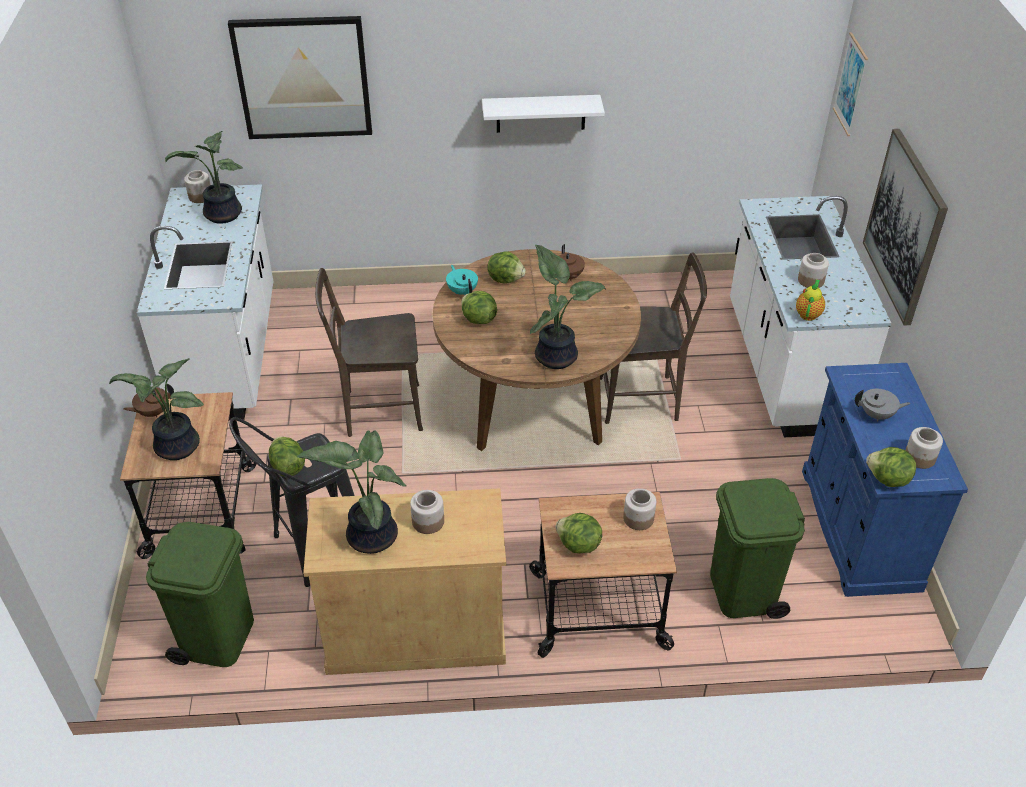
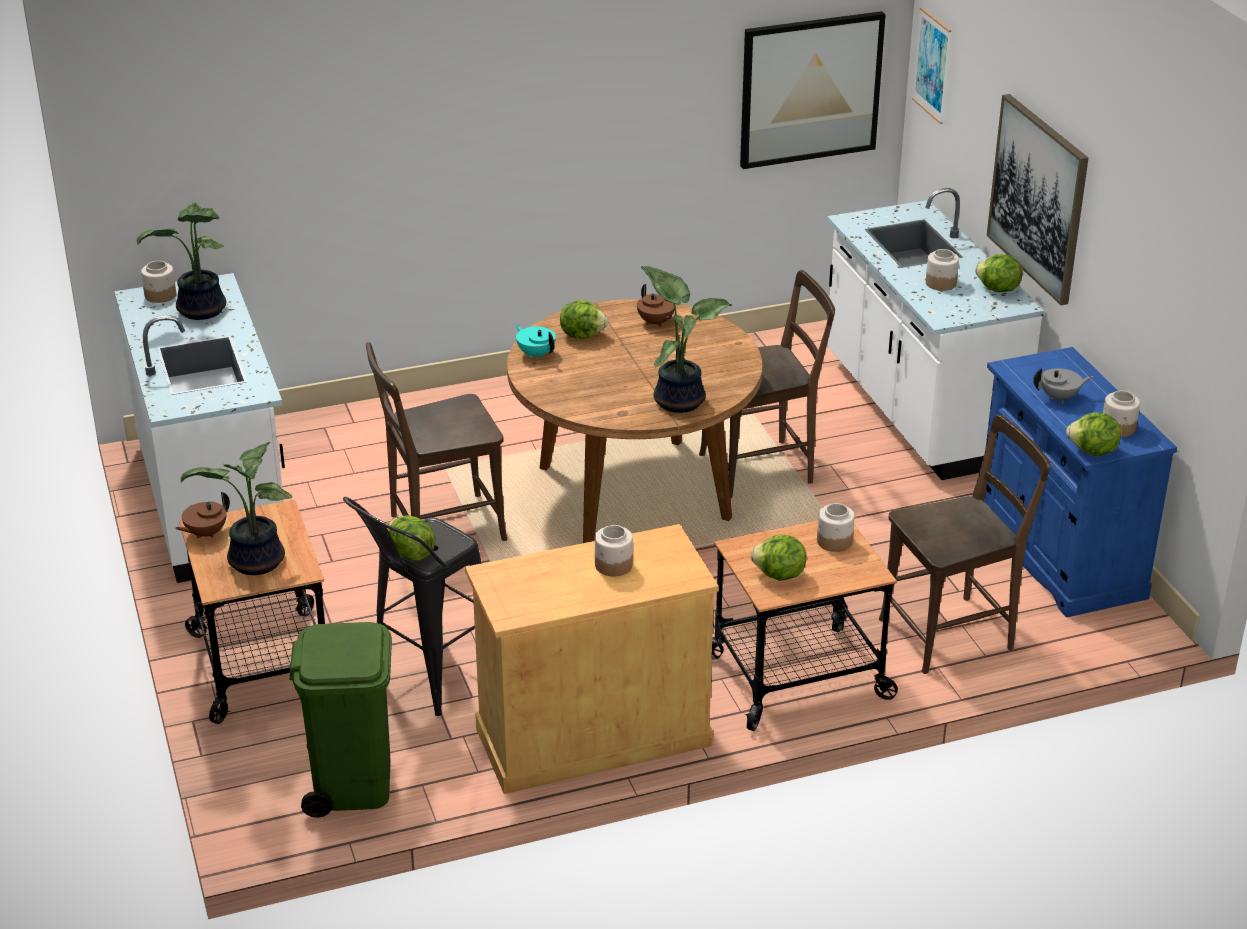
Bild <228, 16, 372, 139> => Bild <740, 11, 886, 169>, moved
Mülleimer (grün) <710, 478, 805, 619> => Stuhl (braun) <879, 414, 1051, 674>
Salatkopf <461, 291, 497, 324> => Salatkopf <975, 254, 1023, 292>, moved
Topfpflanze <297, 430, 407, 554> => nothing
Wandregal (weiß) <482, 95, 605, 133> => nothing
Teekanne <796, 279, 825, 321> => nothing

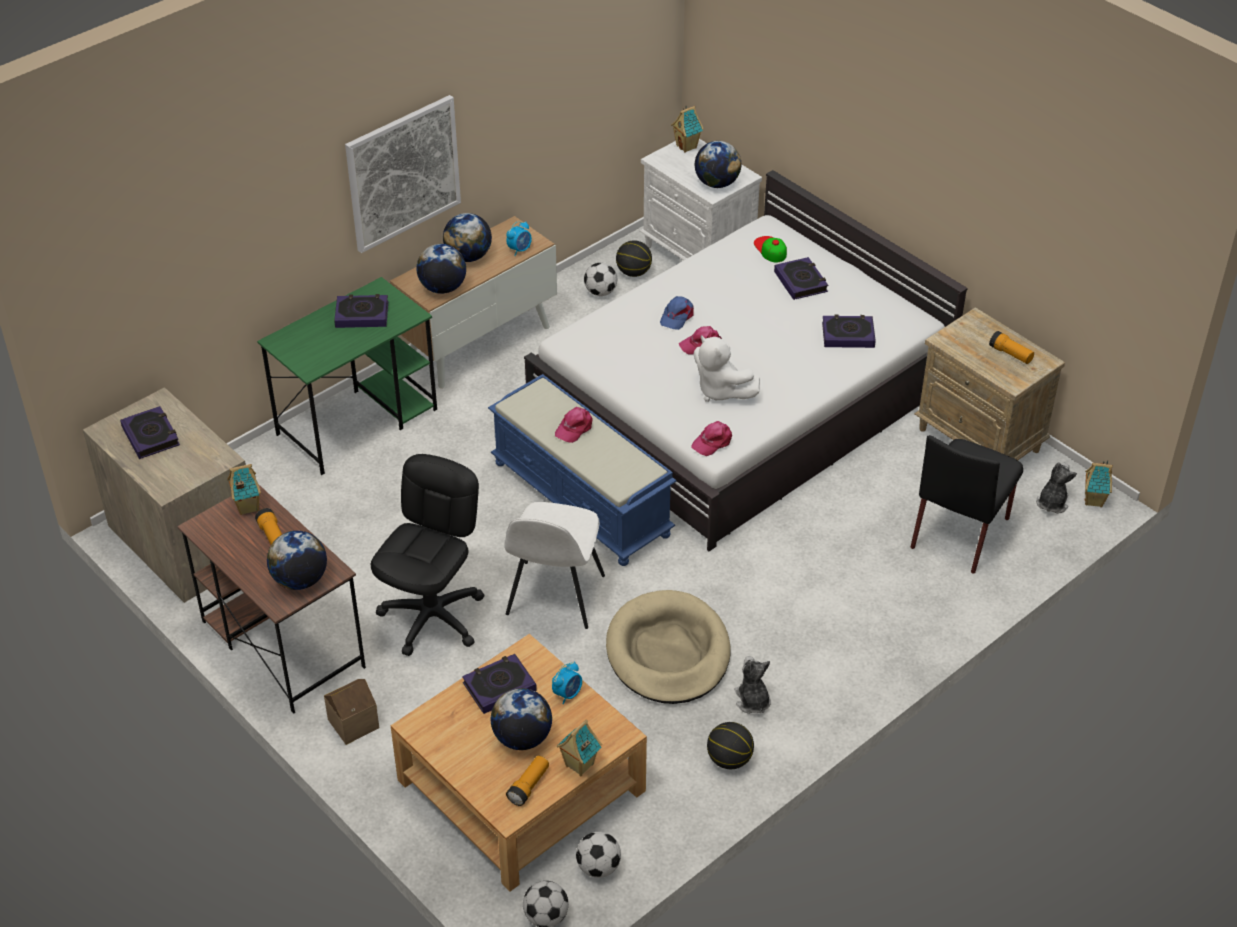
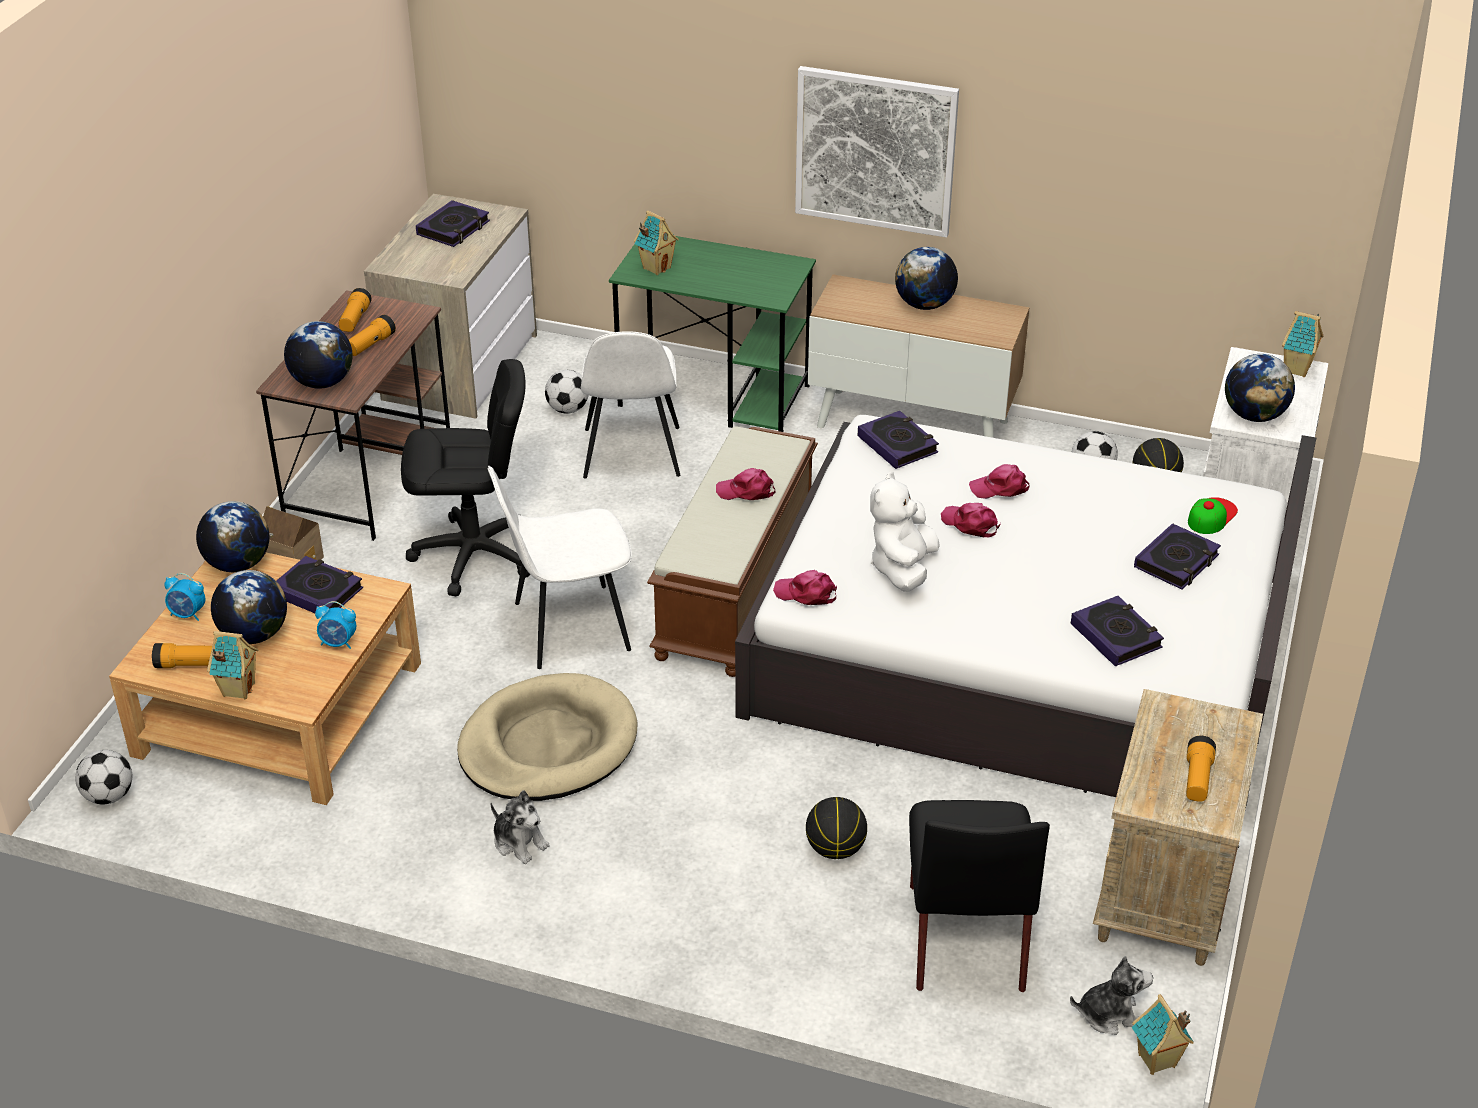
Wecker <506, 222, 532, 256> => Wecker <165, 573, 205, 621>, moved
Globus <416, 244, 466, 294> => Globus <196, 501, 269, 572>, moved
nothing => Taschenlampe <339, 288, 372, 332>
Plüschtier <734, 656, 771, 714> => Plüschtier <490, 790, 550, 864>, 90 degrees clockwise
Fußball <576, 832, 621, 878> => Fußball <545, 370, 589, 414>, moved
nothing => Stuhl (weiß) <581, 331, 680, 479>
Spielzeughaus <227, 464, 261, 515> => Spielzeughaus <634, 211, 679, 275>, moved
Bank (blau) <488, 374, 676, 566> => Bank (braun) <647, 426, 818, 677>
Basketball <707, 722, 754, 769> => Basketball <806, 797, 867, 859>, moved
Buch <334, 294, 388, 328> => Buch <858, 411, 939, 469>, moved
Stuhl (schwarz) <911, 435, 1023, 574> => Stuhl (schwarz) <909, 800, 1050, 992>, 90 degrees counterclockwise
Kappe (blau) <660, 296, 694, 330> => Kappe (rosa) <969, 464, 1030, 499>

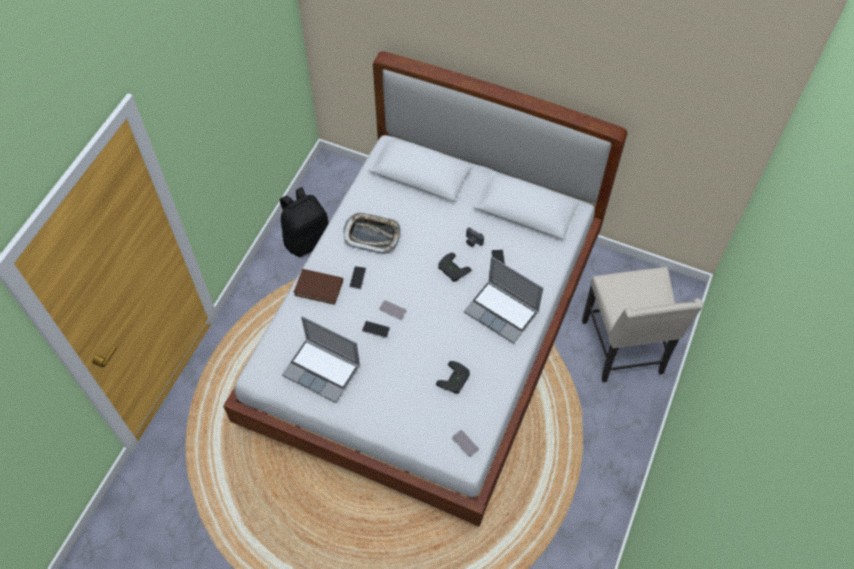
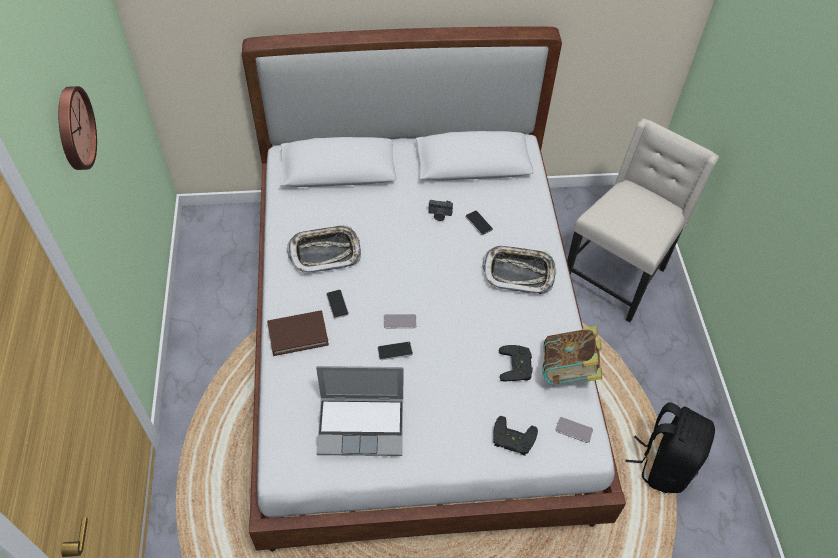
nothing => Wanduhr <58, 86, 97, 170>
Laptop <464, 257, 543, 344> => Tablett <482, 246, 556, 294>
Gamepad (schwarz) <438, 253, 472, 282> => Gamepad (schwarz) <493, 416, 538, 456>, moved
nothing => Buch <542, 326, 602, 386>
Stuhl (beige) <582, 267, 703, 382> => Stuhl (beige) <567, 119, 719, 322>, 105 degrees counterclockwise
Rucksack (schwarz) <280, 187, 329, 257> => Rucksack (schwarz) <625, 402, 715, 493>, moved

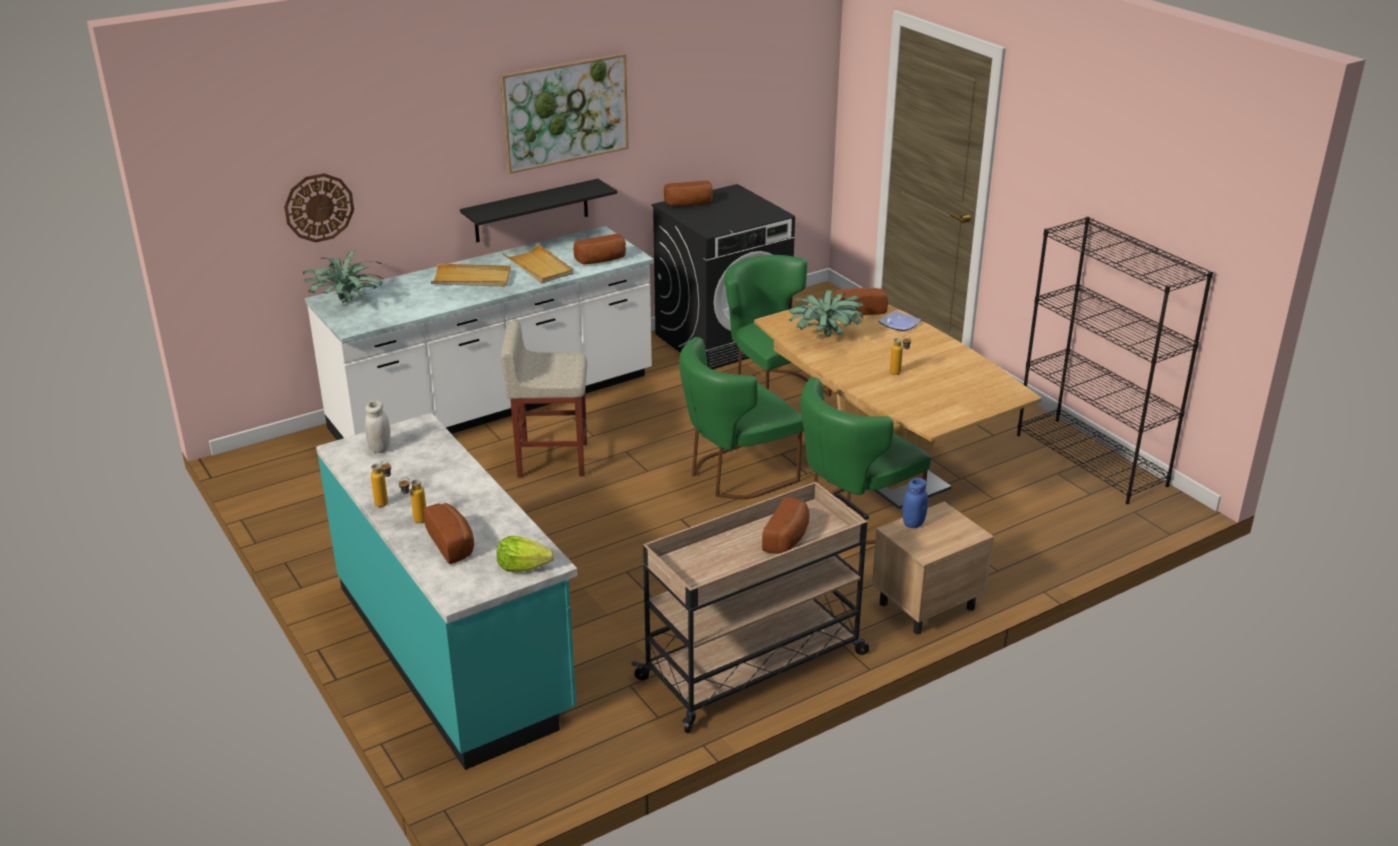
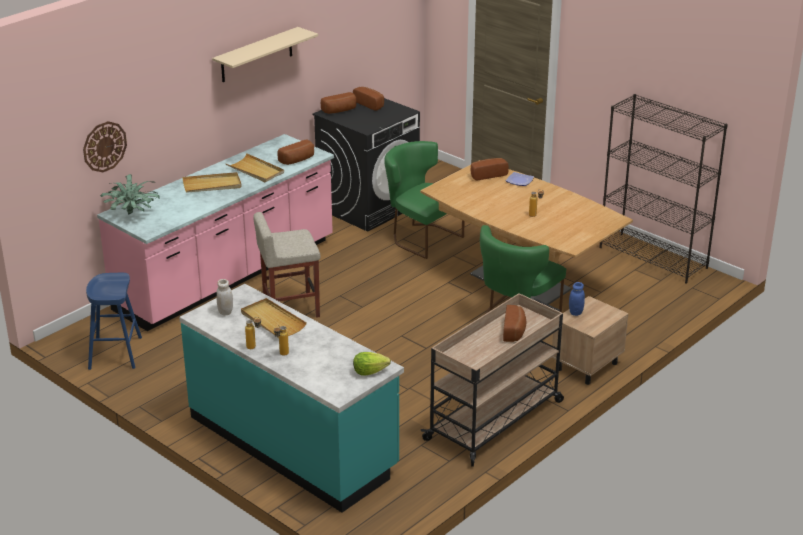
nothing => Hocker (blau) <86, 273, 142, 370>
Küchenzeile (weiß) <305, 226, 654, 440> => Küchenzeile (rosa) <97, 134, 334, 331>
Bild <500, 53, 629, 174> => Wandregal (beige) <212, 27, 318, 82>
nothing => Tablett (beige) <241, 298, 307, 338>
Brot <423, 503, 474, 564> => Brot <353, 87, 384, 111>, moved
Wandregal (schwarz) <460, 179, 617, 242> => nothing
Stuhl (grün) <679, 337, 804, 499> => nothing
Topfpflanze <788, 290, 865, 336> => nothing

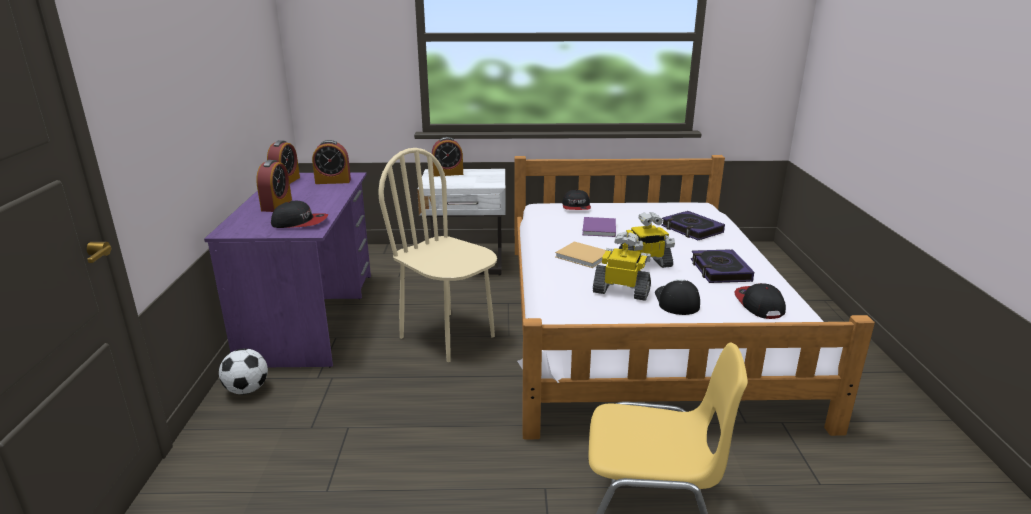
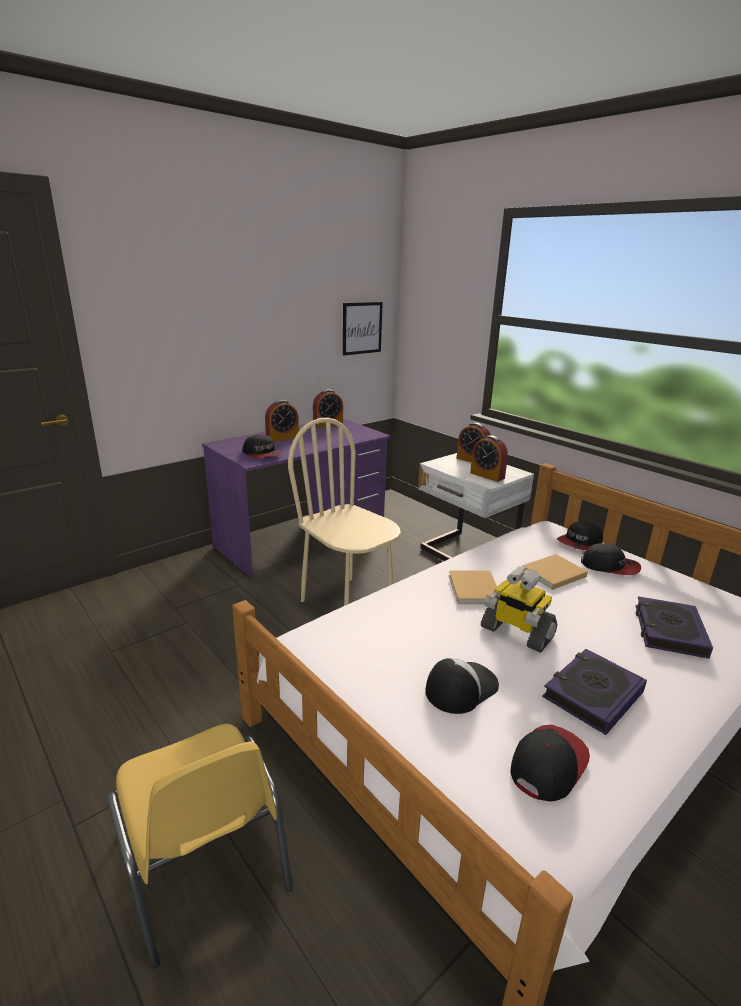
Stuhl (beige) <378, 148, 497, 362> => Stuhl (beige) <288, 418, 401, 606>, 45 degrees counterclockwise
nothing => Bild <343, 302, 383, 355>
Wecker <312, 140, 351, 184> => Wecker <470, 435, 508, 482>, moved
Buch (lila) <582, 217, 616, 237> => Buch (beige) <522, 554, 588, 590>
nothing => Kappe <581, 543, 641, 575>
Fußball <219, 348, 268, 394> => nothing
Spielzeugroboter <593, 232, 651, 301> => nothing

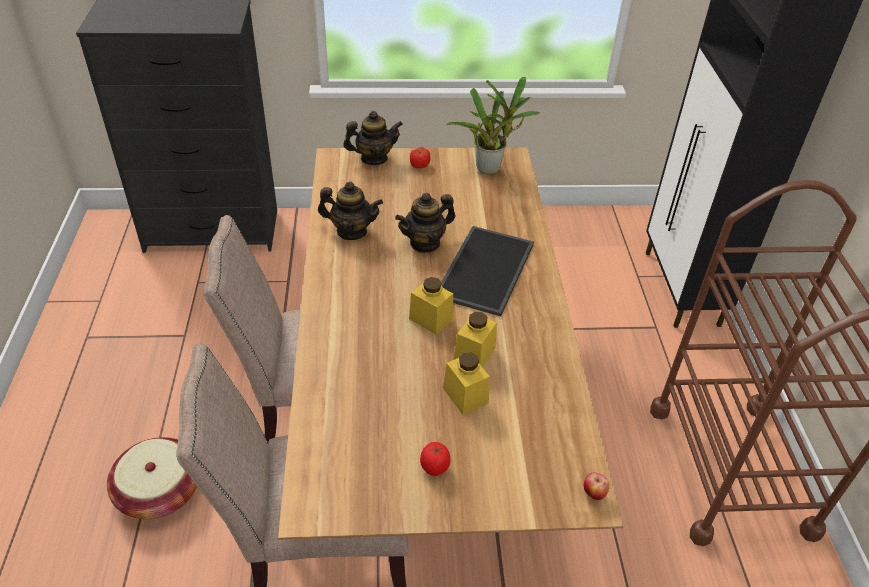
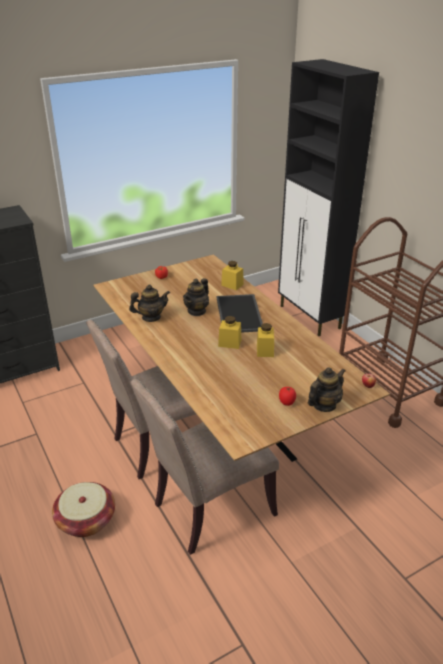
Vorratsglas (gelb) <443, 353, 490, 415> => Vorratsglas (gelb) <221, 261, 244, 290>, moved
Teekanne <343, 111, 403, 165> => Teekanne <308, 367, 345, 412>, moved
Topfpflanze <447, 77, 540, 175> => nothing

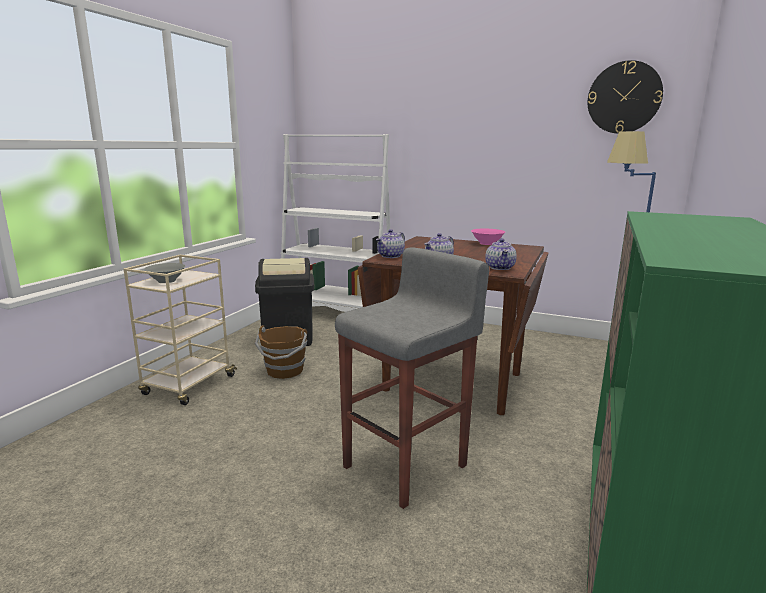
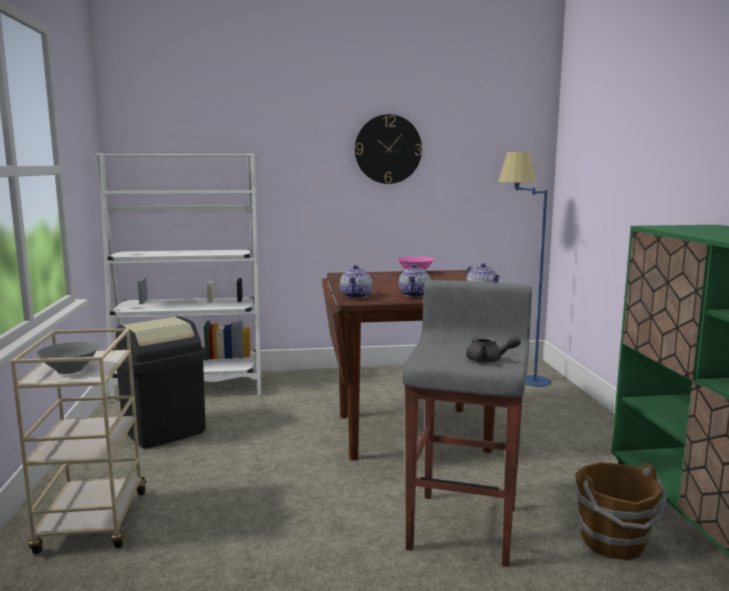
Wanduhr <588, 60, 663, 134> => Wanduhr <355, 114, 422, 184>, moved
nothing => Teekanne (grau) <466, 336, 521, 363>
Eimer (braun) <255, 325, 307, 379> => Eimer (braun) <575, 462, 667, 560>, moved

